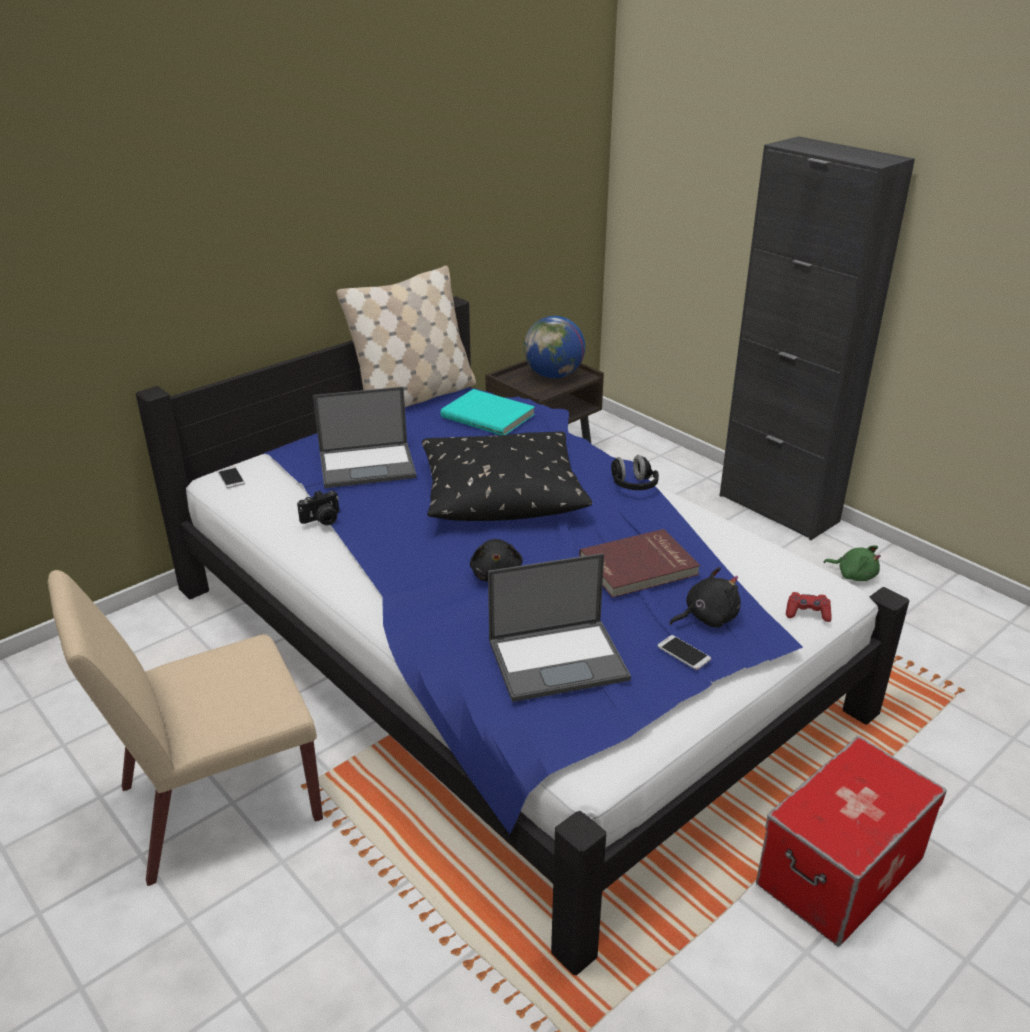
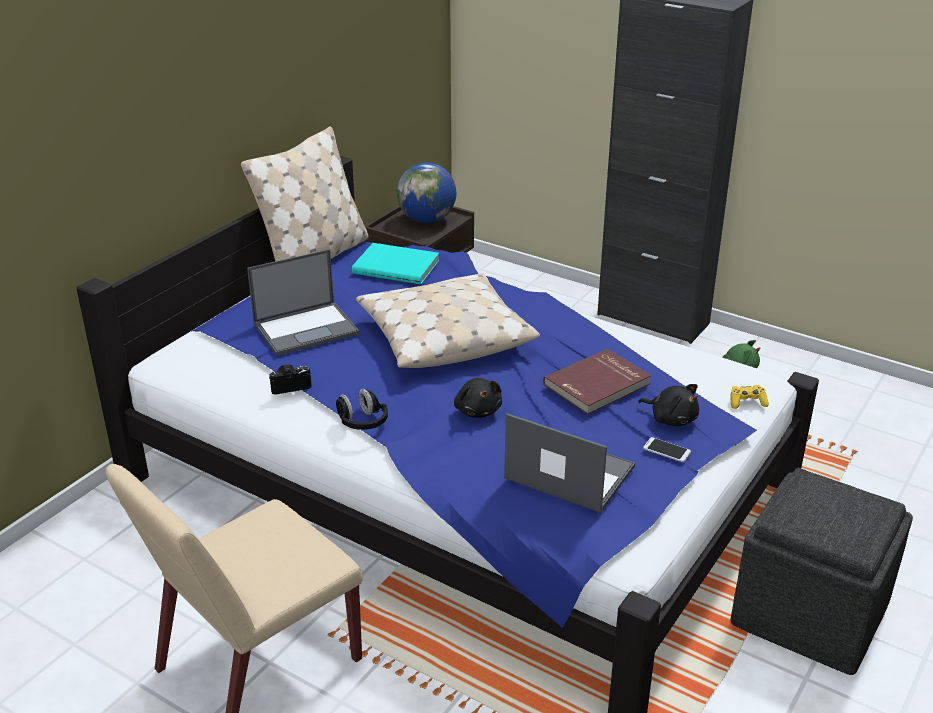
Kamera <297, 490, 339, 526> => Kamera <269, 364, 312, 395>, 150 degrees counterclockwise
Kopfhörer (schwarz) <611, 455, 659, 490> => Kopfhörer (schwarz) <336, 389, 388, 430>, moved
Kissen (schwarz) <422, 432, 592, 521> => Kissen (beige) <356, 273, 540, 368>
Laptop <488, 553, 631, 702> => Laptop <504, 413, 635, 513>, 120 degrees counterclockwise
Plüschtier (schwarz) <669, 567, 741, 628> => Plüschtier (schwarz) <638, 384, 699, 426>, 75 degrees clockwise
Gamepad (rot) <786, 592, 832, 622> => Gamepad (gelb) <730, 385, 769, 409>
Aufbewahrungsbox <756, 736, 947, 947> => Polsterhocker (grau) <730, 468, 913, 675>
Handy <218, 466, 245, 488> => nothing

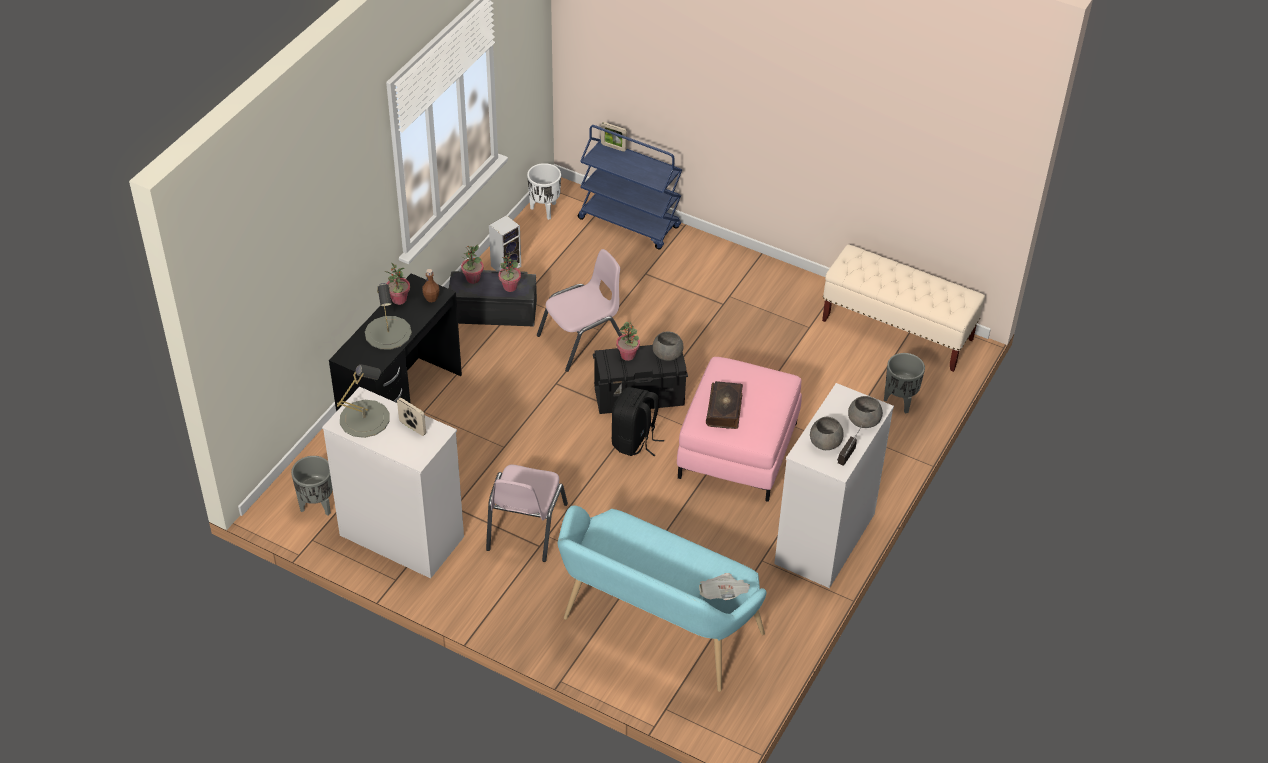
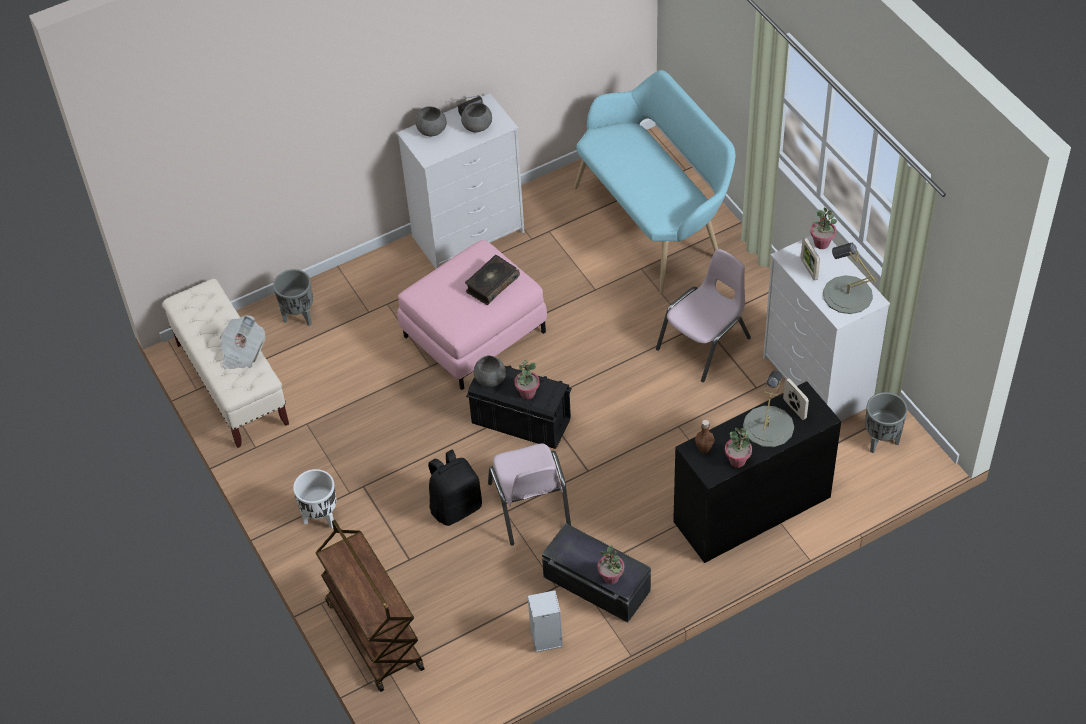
Zeitung <699, 573, 750, 600> => Zeitung <220, 315, 266, 369>, moved
Pflanzkübel (weiß) <527, 163, 561, 220> => Pflanzkübel (weiß) <293, 469, 337, 529>, moved
Rollwagen (blau) <578, 125, 682, 250> => Rollwagen (braun) <315, 520, 425, 692>
Rucksack (schwarz) <612, 387, 664, 456> => Rucksack (schwarz) <428, 449, 482, 526>, moved
Stuhl (rosa) <537, 249, 622, 372> => Stuhl (rosa) <488, 443, 571, 546>, 105 degrees counterclockwise
Bilderrahmen <601, 122, 627, 152> => Bilderrahmen <783, 378, 809, 420>, moved
Topfpflanze <498, 252, 521, 292> => Topfpflanze <810, 207, 837, 249>, moved

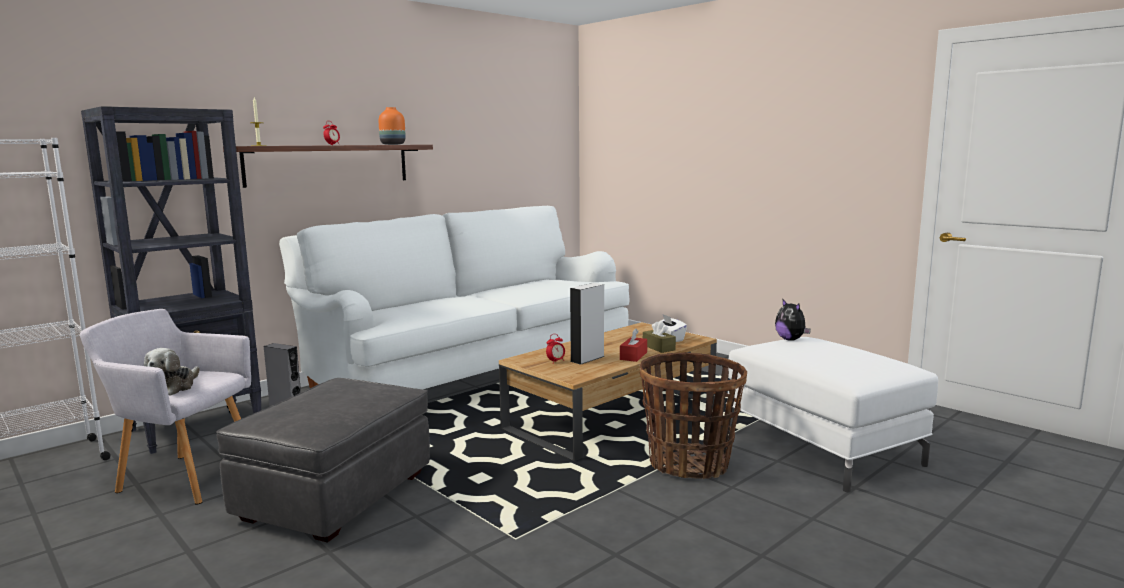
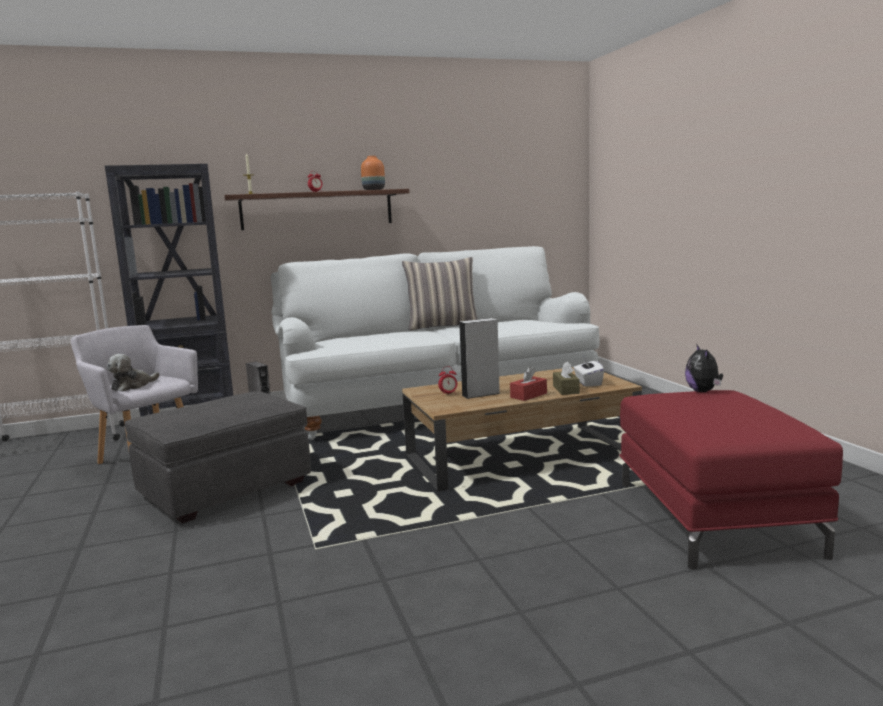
nothing => Kissen <402, 257, 478, 331>
Polsterhocker (weiß) <726, 337, 938, 492> => Polsterhocker (rot) <619, 390, 843, 570>
Korb <640, 352, 747, 479> => nothing

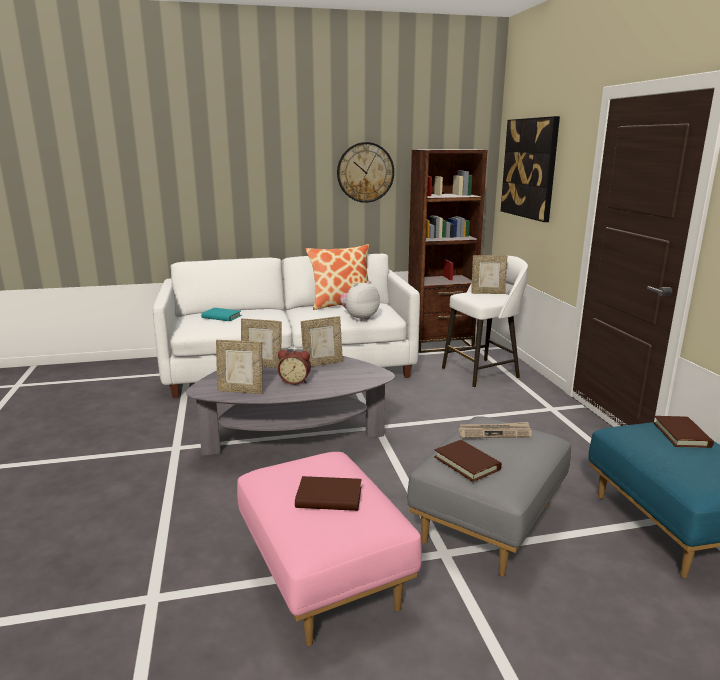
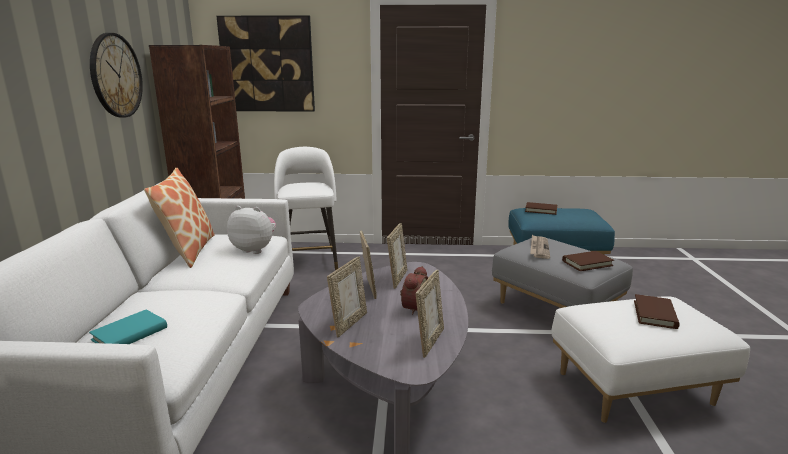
Plüschtier <340, 281, 380, 321> => Plüschtier <227, 206, 276, 254>, 120 degrees clockwise
Bilderrahmen <471, 255, 507, 294> => Bilderrahmen <387, 223, 407, 289>, moved
Polsterhocker (rosa) <237, 452, 422, 646> => Polsterhocker (weiß) <552, 296, 750, 423>

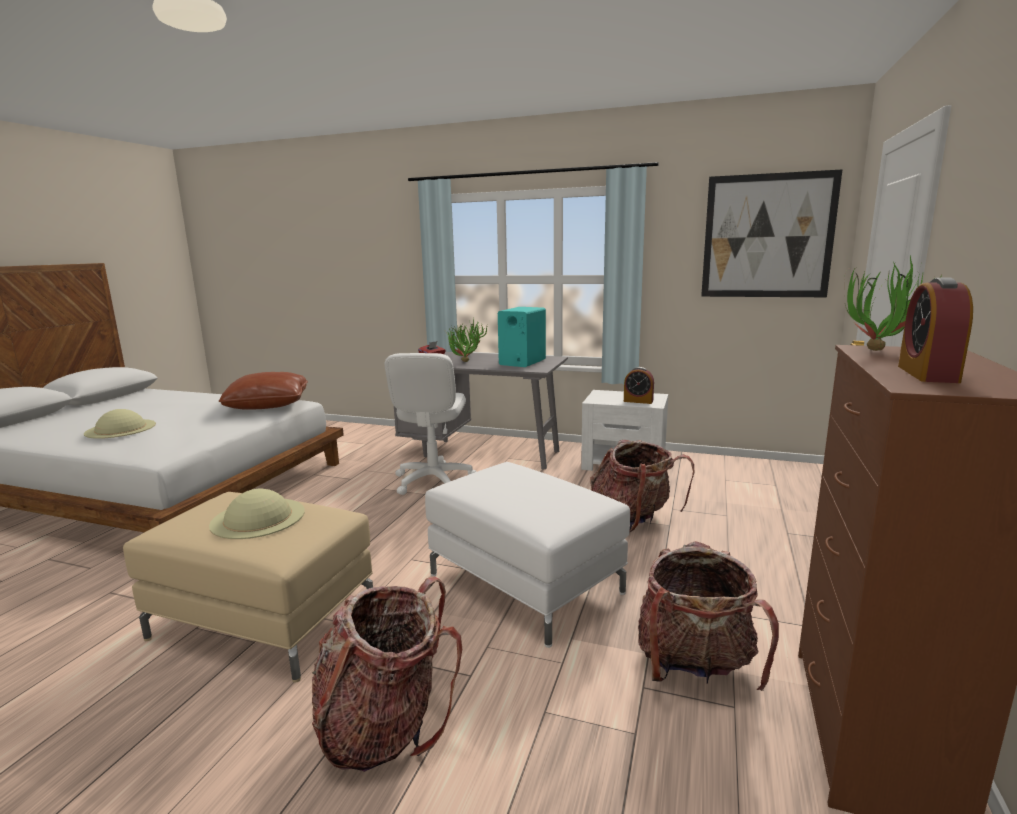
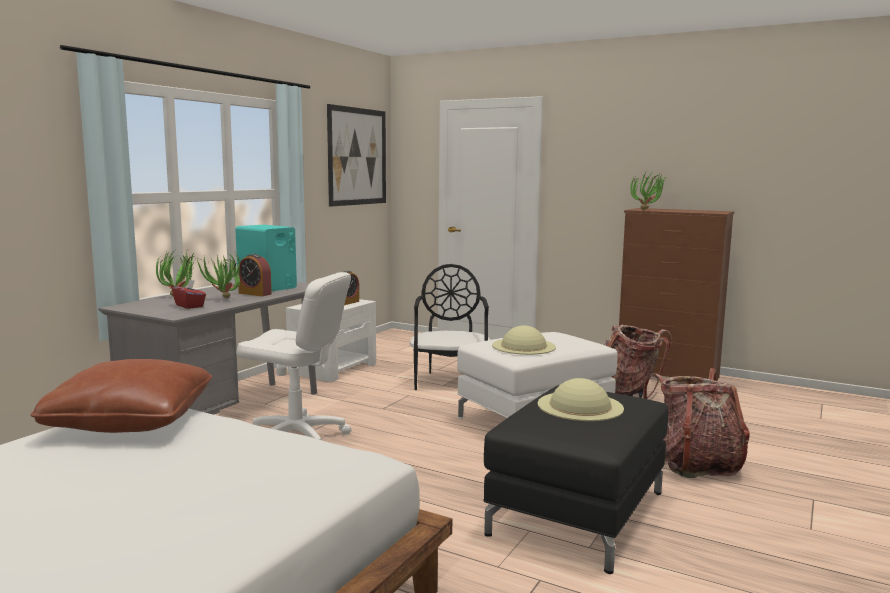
Wecker <898, 278, 973, 383> => Wecker <238, 254, 272, 296>, moved
Rucksack <590, 440, 694, 533> => Stuhl (schwarz) <410, 264, 491, 390>
Polsterhocker (beige) <123, 492, 373, 683> => Polsterhocker (schwarz) <483, 385, 668, 574>
Hut (beige) <84, 409, 156, 439> => Hut (beige) <492, 325, 556, 355>, moved

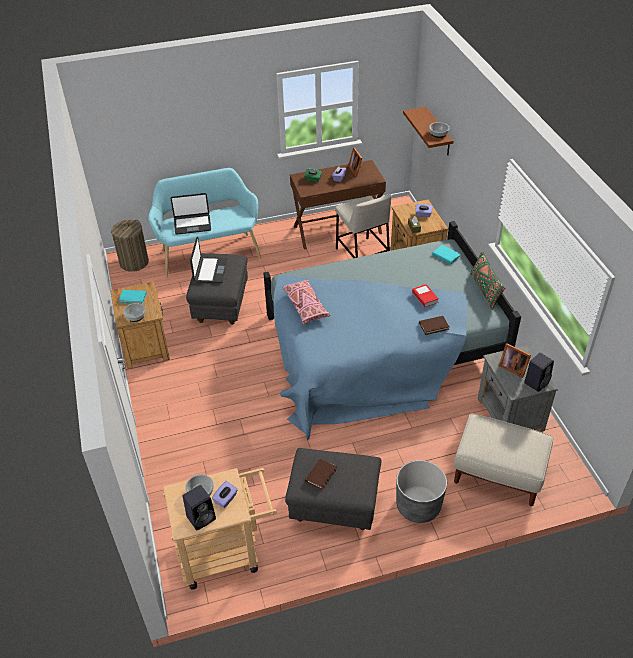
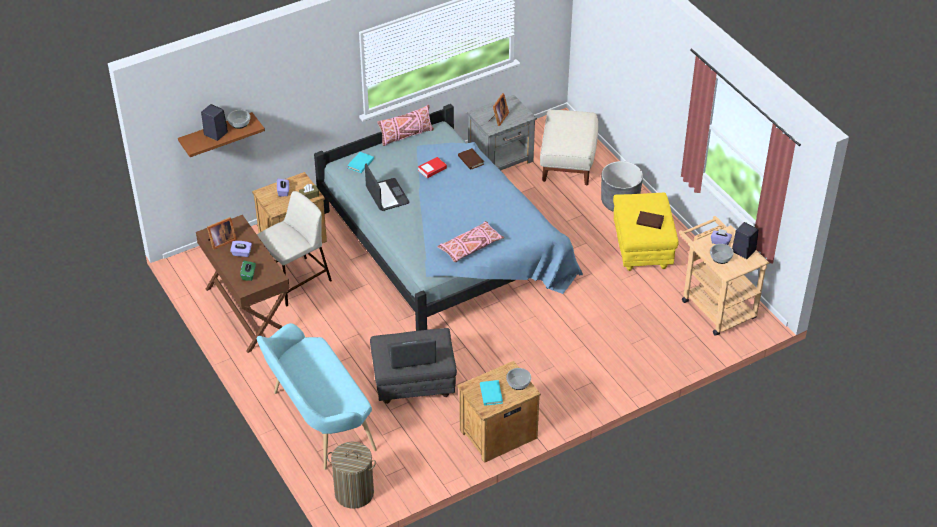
Lautsprecher (schwarz) <524, 353, 554, 392> => Lautsprecher (schwarz) <201, 104, 228, 141>, moved
Laptop <171, 193, 211, 235> => Laptop <365, 164, 409, 211>, moved
Kissen (grün) <470, 251, 505, 310> => Kissen (rosa) <377, 105, 434, 146>
Polsterhocker (grau) <285, 448, 382, 530> => Polsterhocker (gelb) <613, 193, 678, 271>

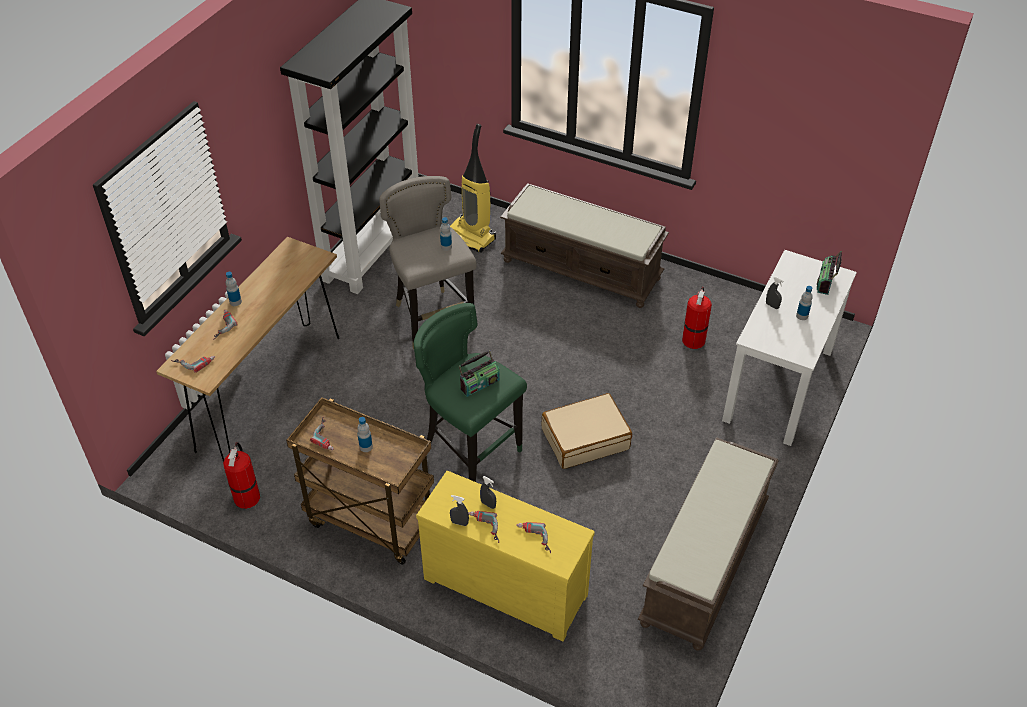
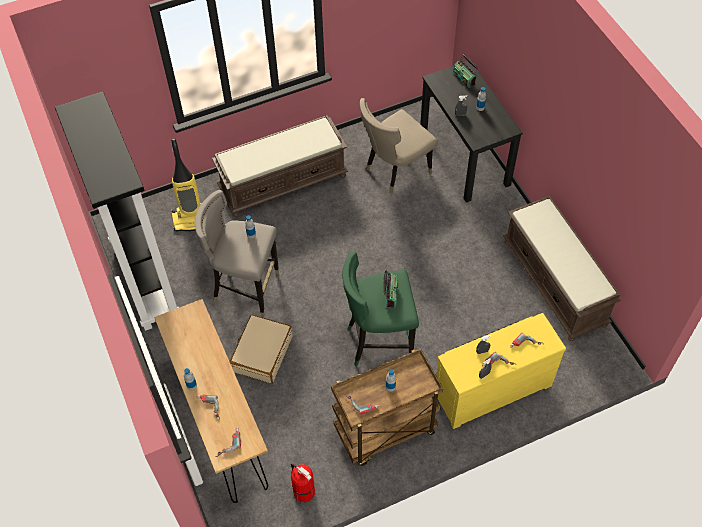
Koffer (beige) <541, 393, 632, 469> => Koffer (beige) <230, 315, 293, 383>, moved
Feuerlöscher <682, 286, 712, 349> => Stuhl (beige) <360, 98, 438, 193>
Schreibtisch (weiß) <722, 250, 857, 446> => Schreibtisch (schwarz) <420, 61, 523, 203>

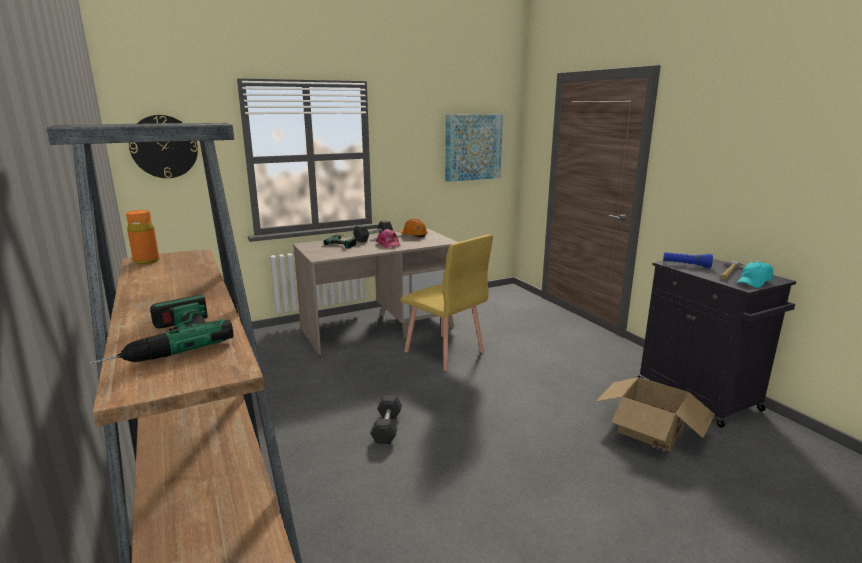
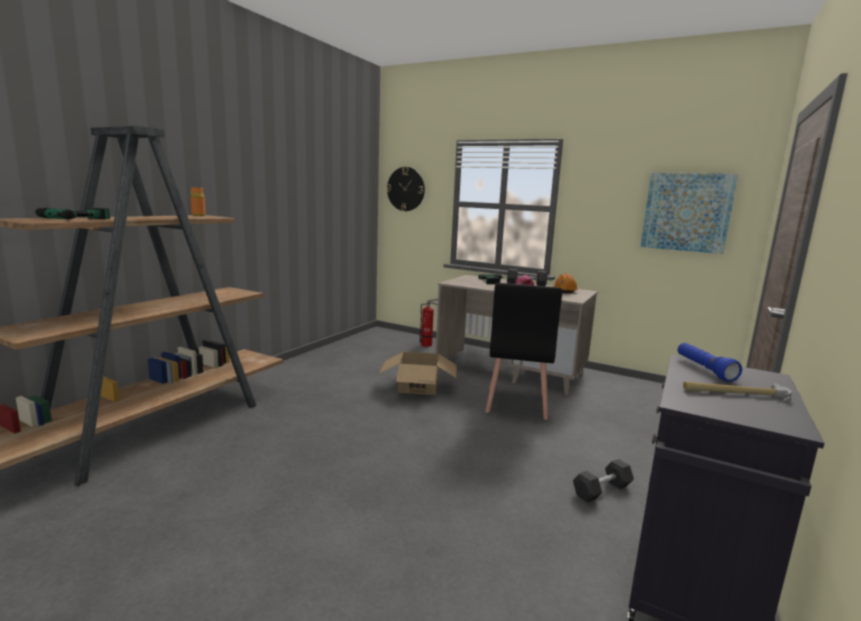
Karton <596, 377, 715, 451> => Karton <379, 352, 457, 395>, moved
nothing => Feuerlöscher <419, 299, 438, 347>
Stuhl (gelb) <400, 234, 493, 371> => Stuhl (schwarz) <485, 283, 562, 420>
Hantel (grau) <370, 395, 402, 444> => Hantel (grau) <573, 459, 634, 503>, moved
Kappe (türkis) <736, 262, 773, 288> => nothing

